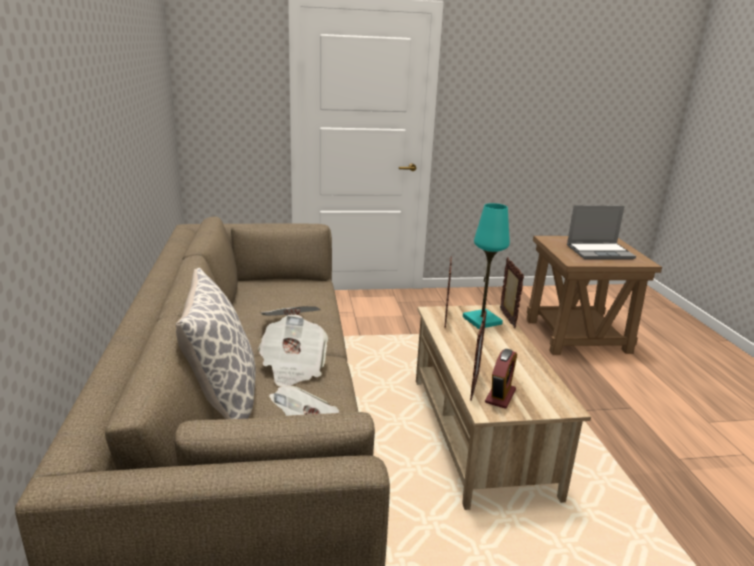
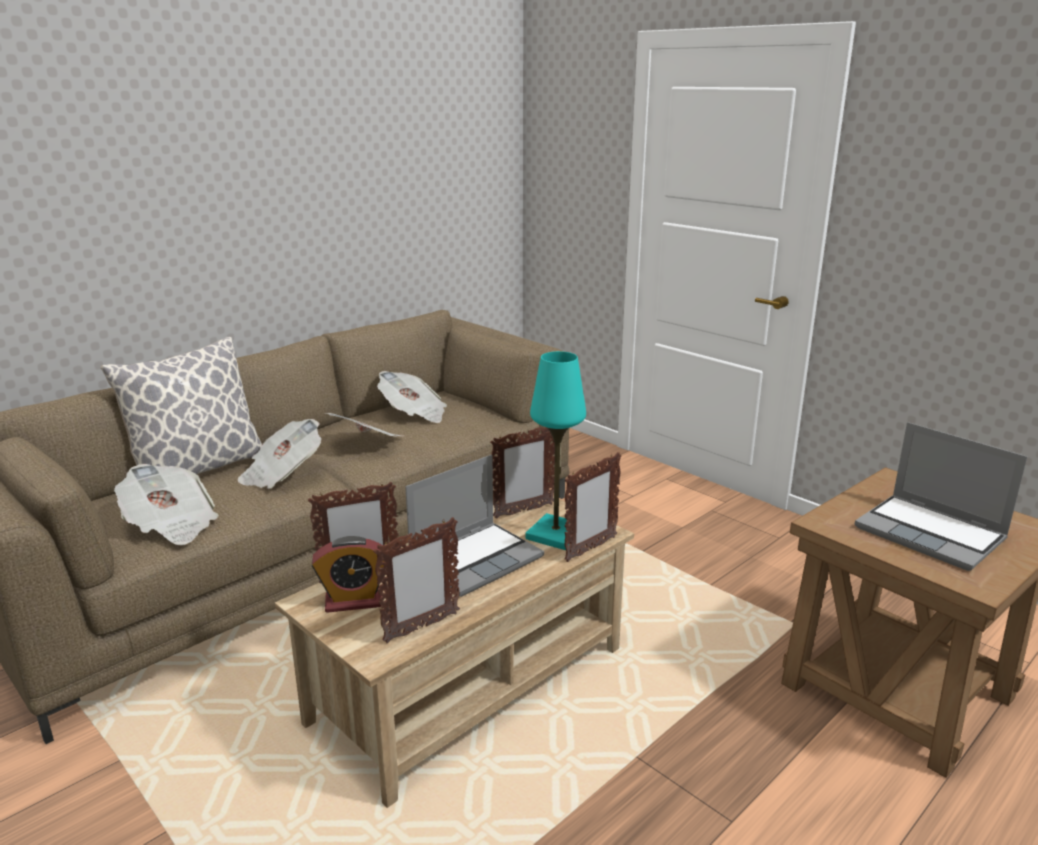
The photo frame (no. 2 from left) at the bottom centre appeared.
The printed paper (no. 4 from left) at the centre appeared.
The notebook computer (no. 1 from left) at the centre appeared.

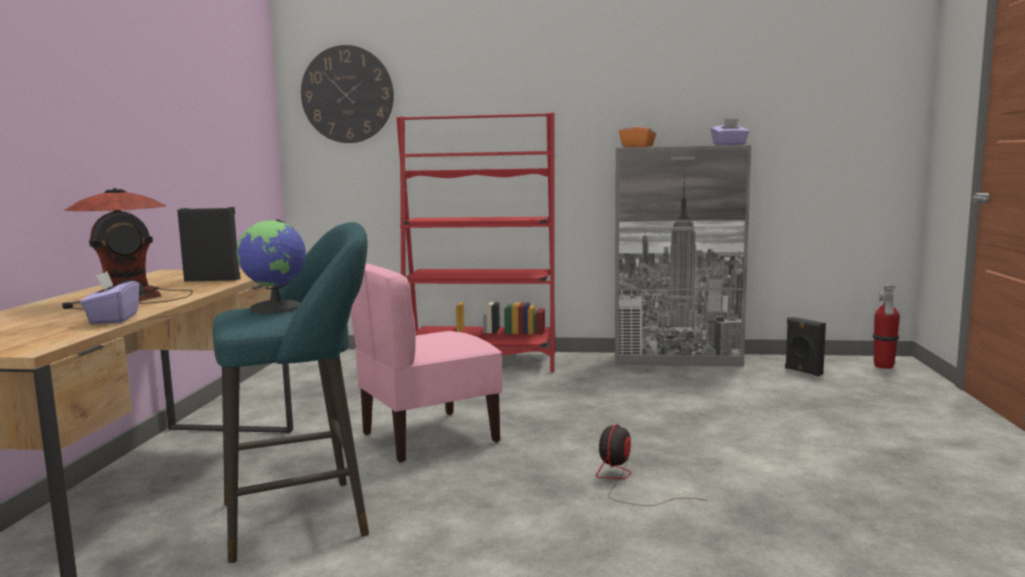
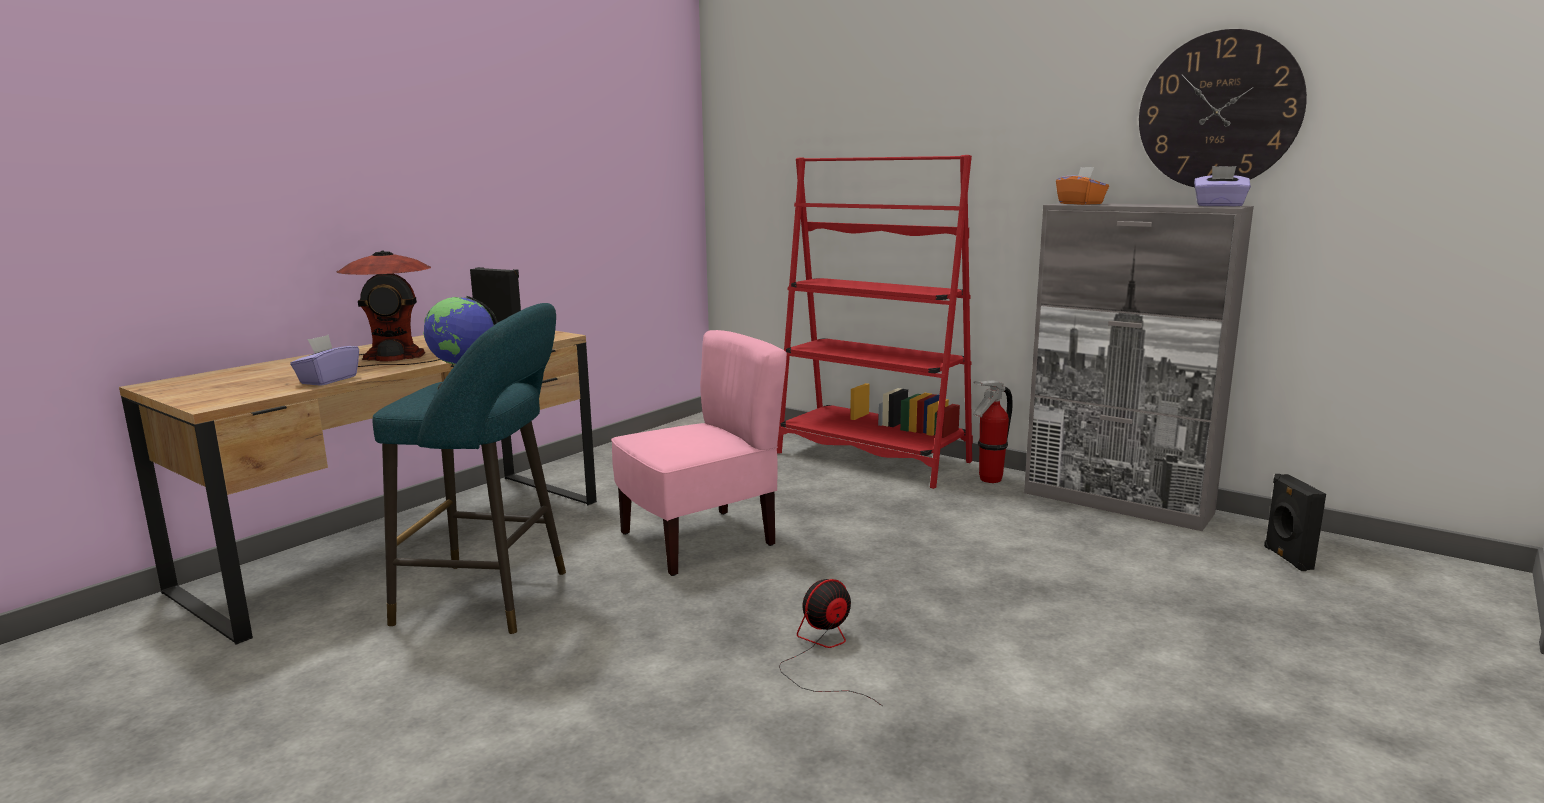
The hanging clock moved from the top centre to the top right.
The plain chair/pinkish at the centre turned 150 degrees clockwise.
The extinguisher moved from the middle right to the centre.

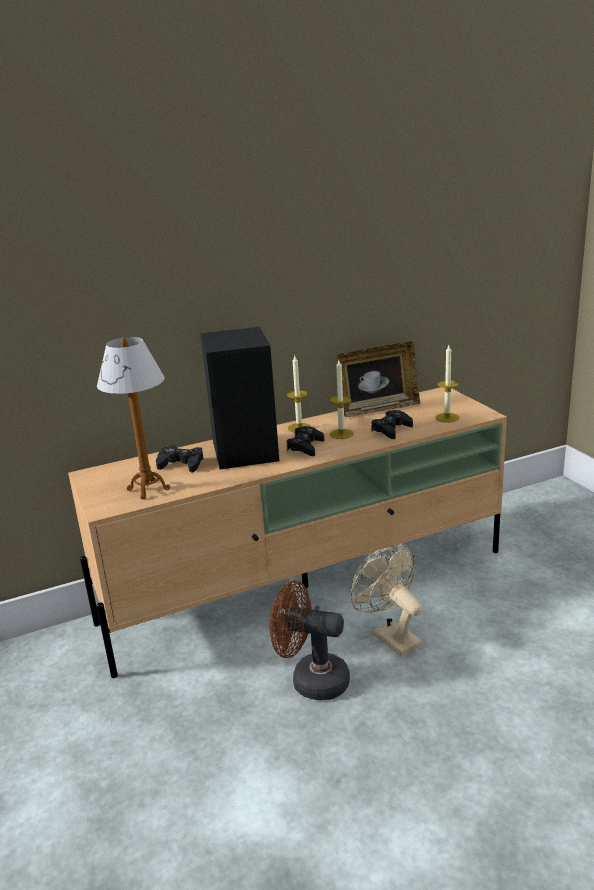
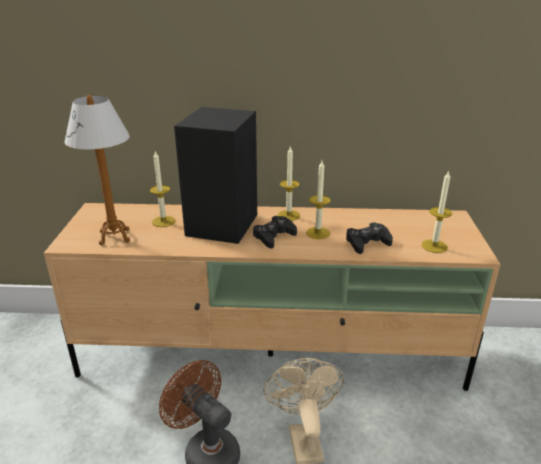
The game controller/black (no. 1 from left) at the middle left was replaced by the candle (no. 1 from left) at the middle left.
The photo frame at the centre disappeared.

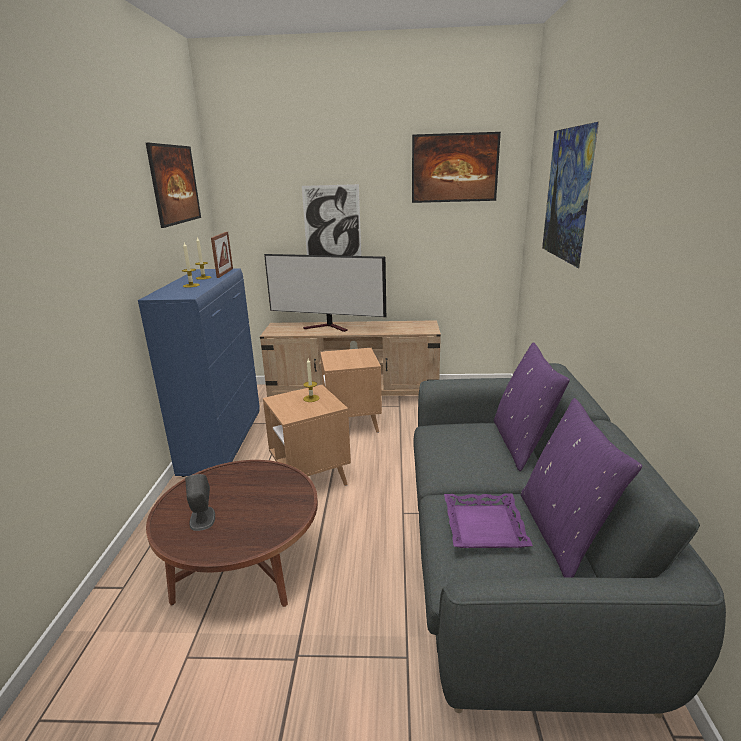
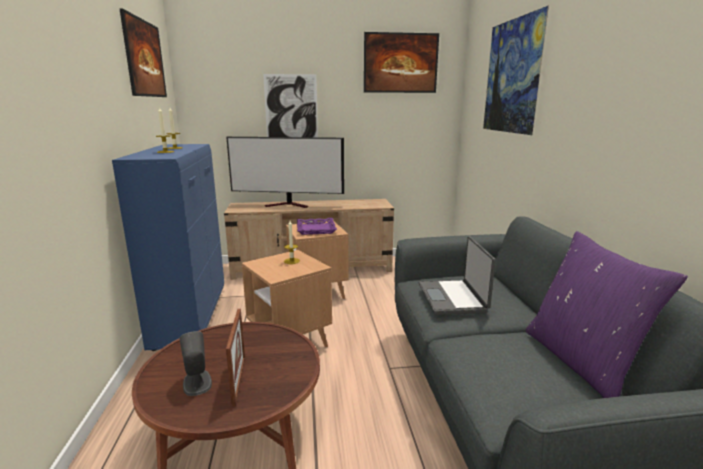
The photo frame moved from the middle left to the bottom centre.
The serving tray/purple moved from the bottom centre to the centre.
The cushion/purple (no. 1 from left) at the middle right disappeared.
The notebook computer at the centre appeared.

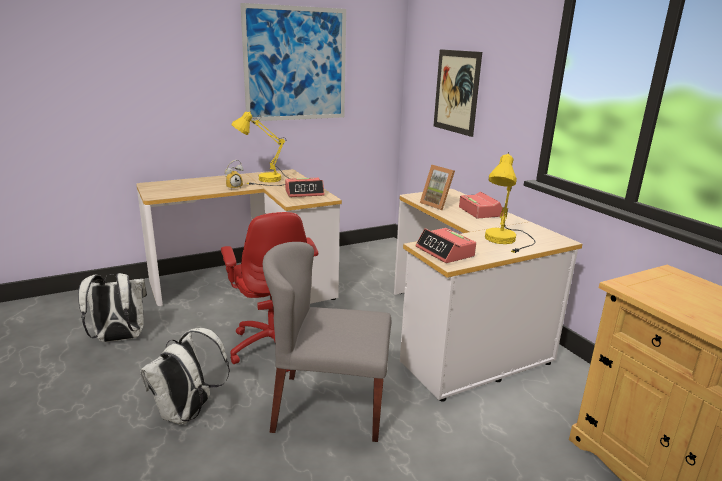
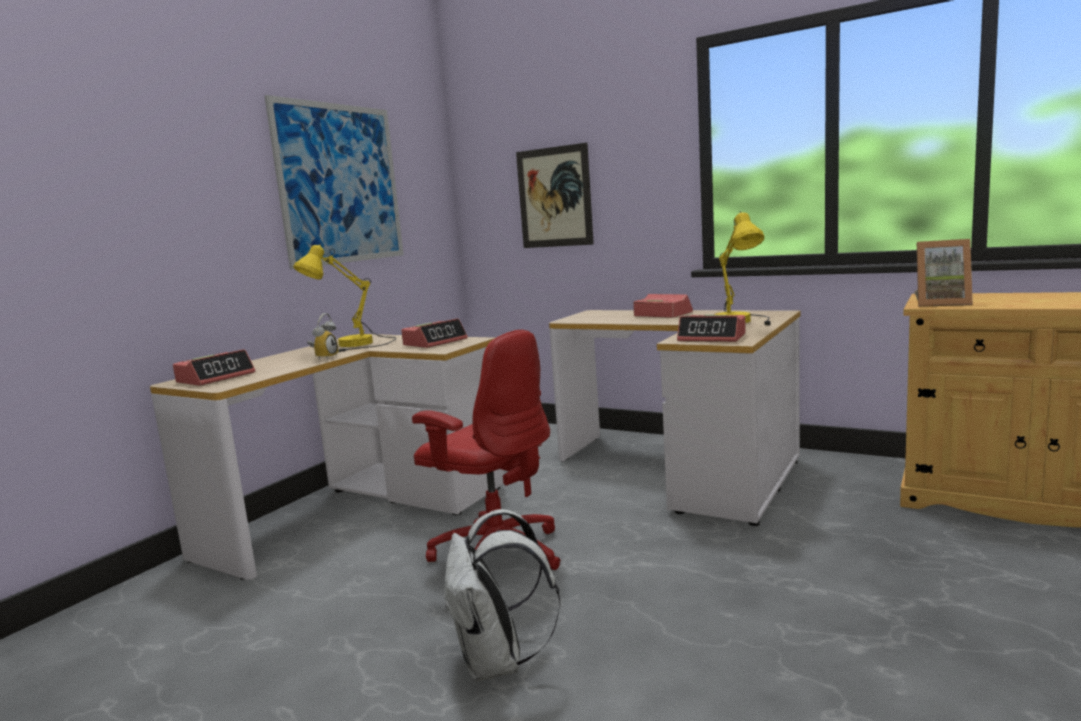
The rucksack/whitish (no. 1 from left) at the middle left disappeared.
The plain chair/greyish at the bottom centre disappeared.
The photo frame moved from the centre to the middle right.
The table clock (no. 1 from left) at the middle left appeared.

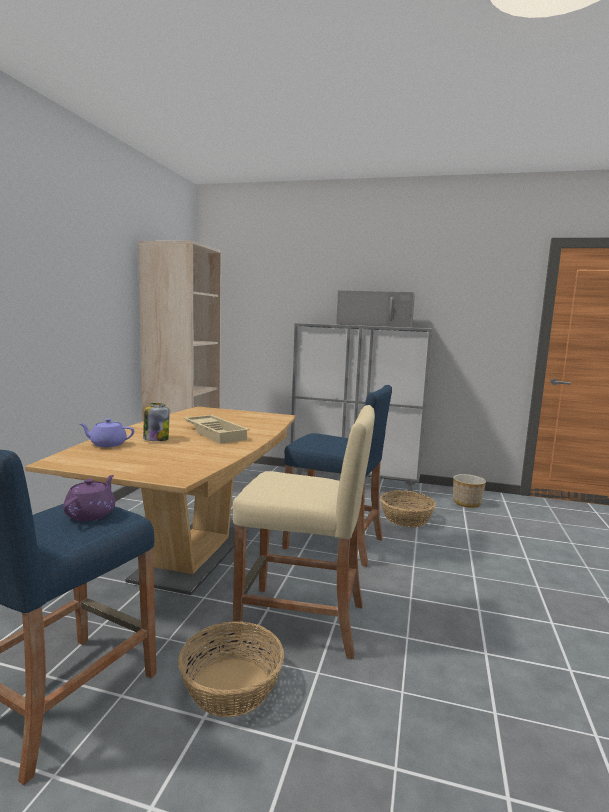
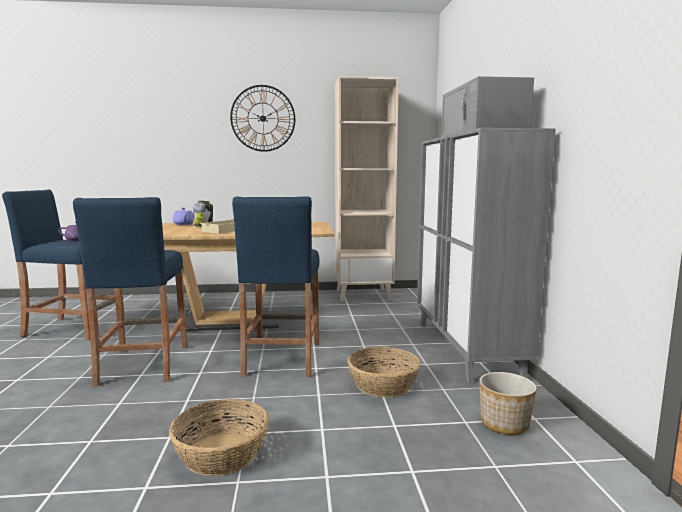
The household basket (no. 1 from left) moved from the bottom centre to the bottom left.
The sitting stool/beige at the centre became the sitting stool/blue-coloured (no. 2 from left) at the middle left.
The hanging clock at the top centre appeared.

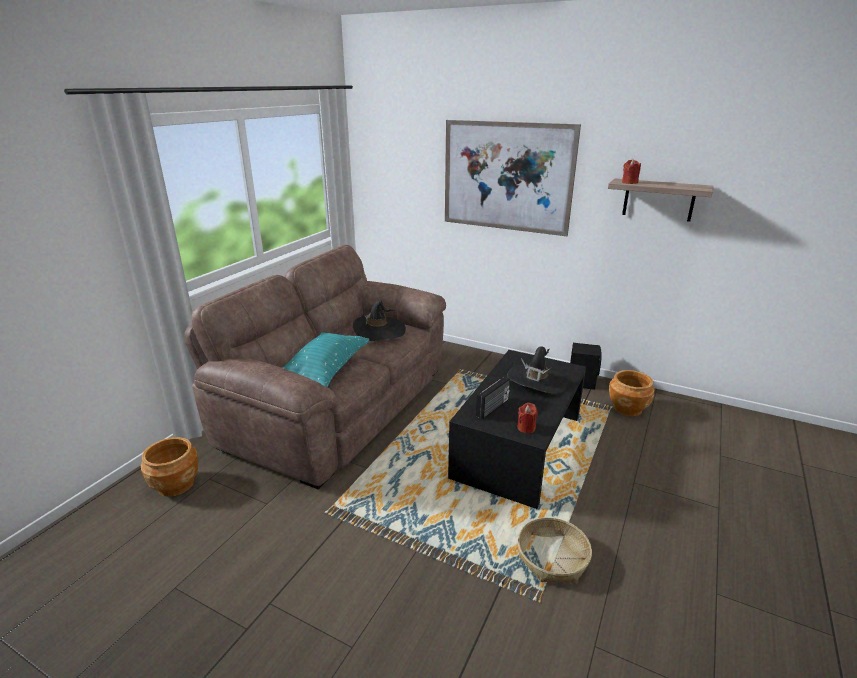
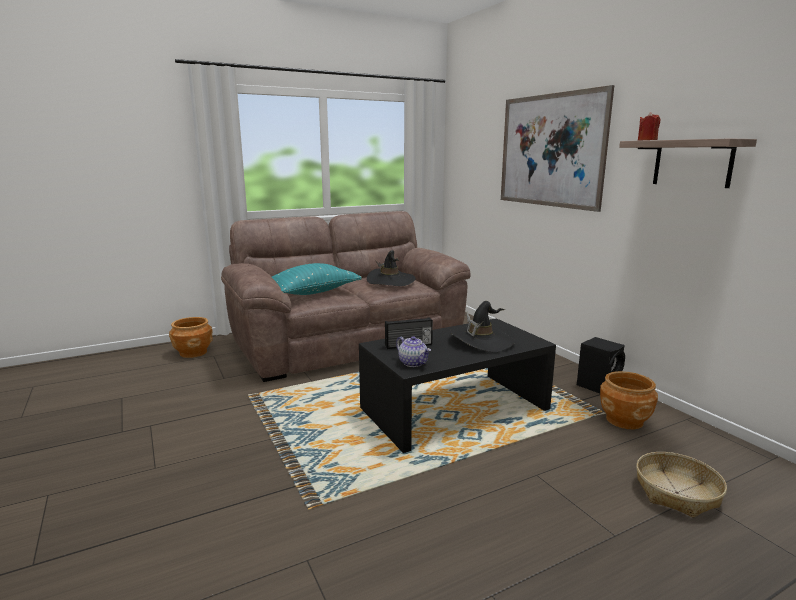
The candle/red-coloured (no. 1 from left) at the centre was replaced by the teapot at the centre.
The household basket moved from the bottom centre to the bottom right.

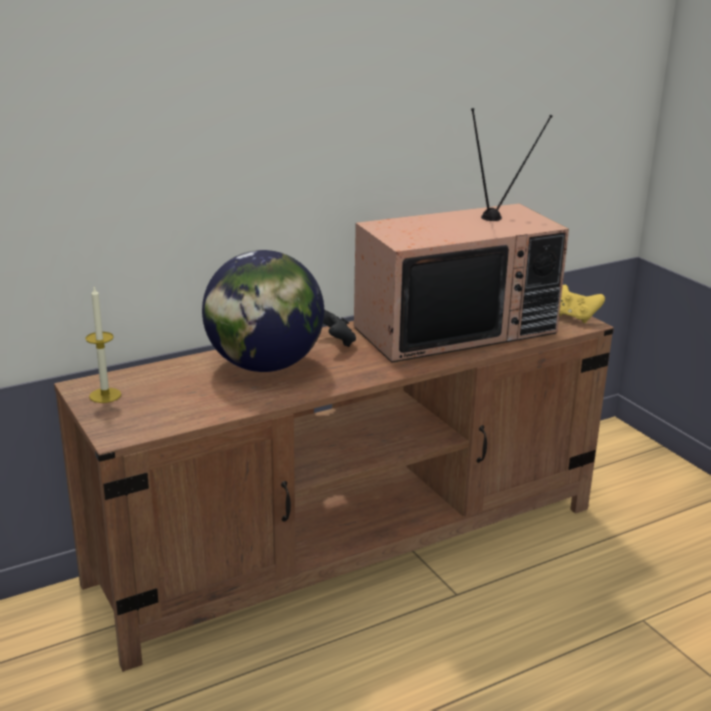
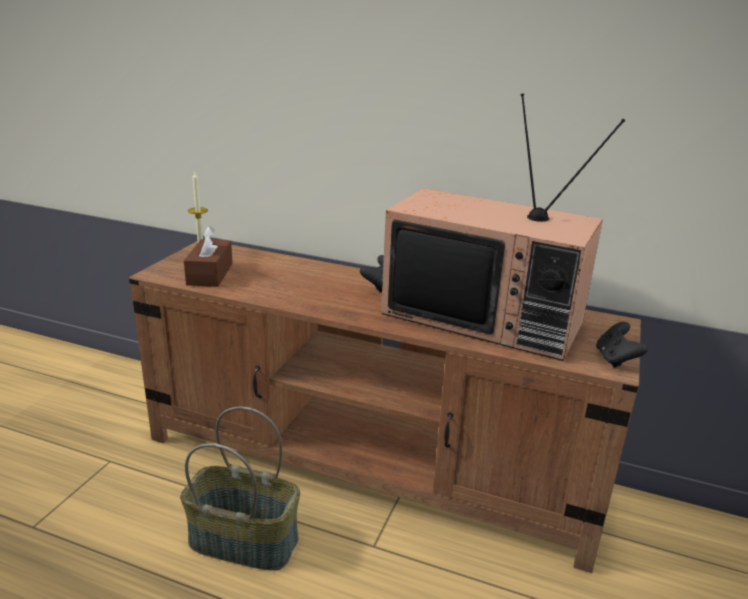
The desk globe at the centre disappeared.
The game controller/yellowish at the middle right became the game controller/black (no. 2 from left) at the middle right.
The household basket at the bottom left appeared.
The box of tissues/brown-coloured at the middle left appeared.

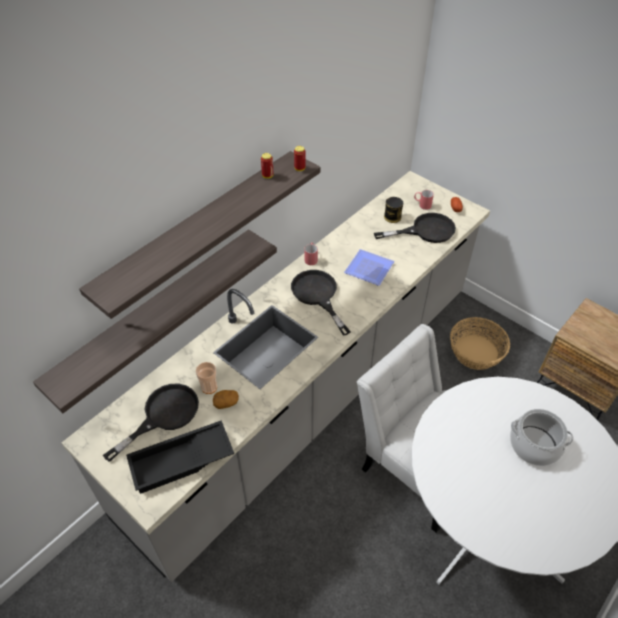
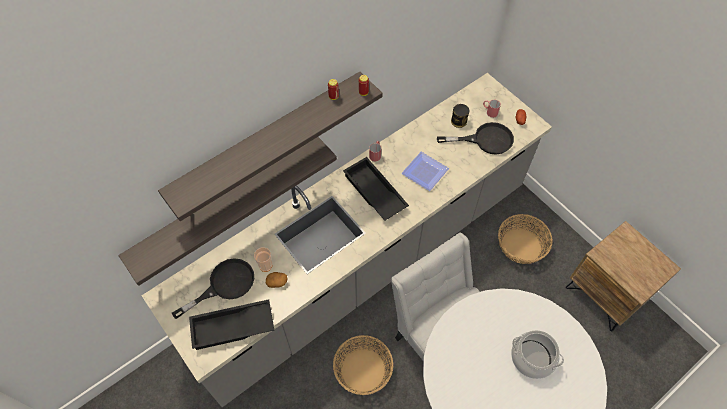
The skillet/black (no. 2 from left) at the centre was replaced by the serving tray/black (no. 2 from left) at the centre.
The household basket (no. 1 from left) at the bottom centre appeared.

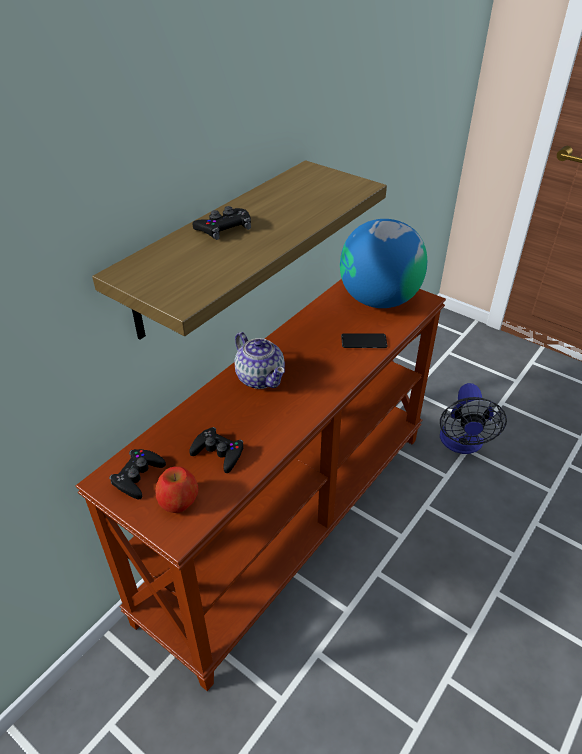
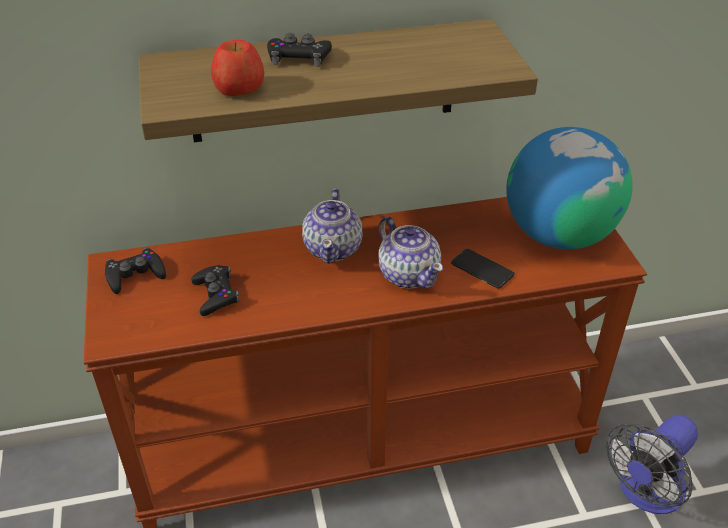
The apple fruit moved from the middle left to the top left.
The teapot (no. 2 from left) at the centre appeared.

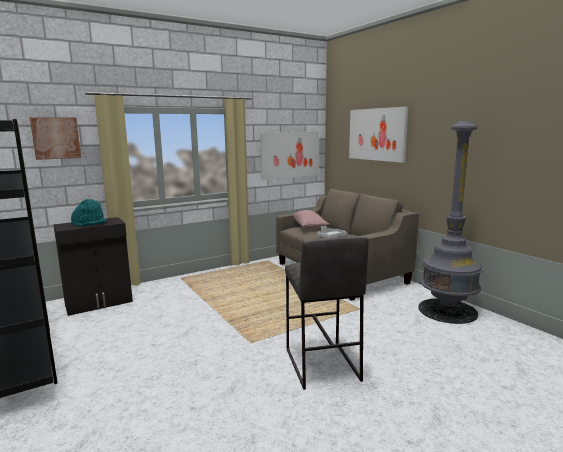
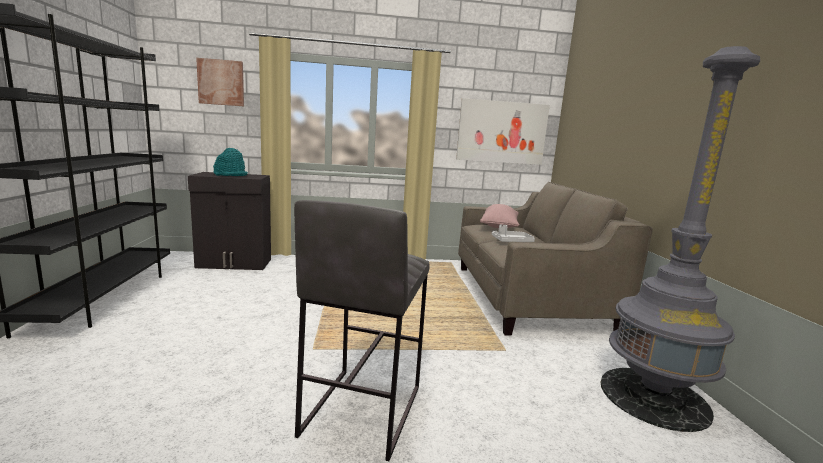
The wall art (no. 3 from left) at the top right disappeared.

